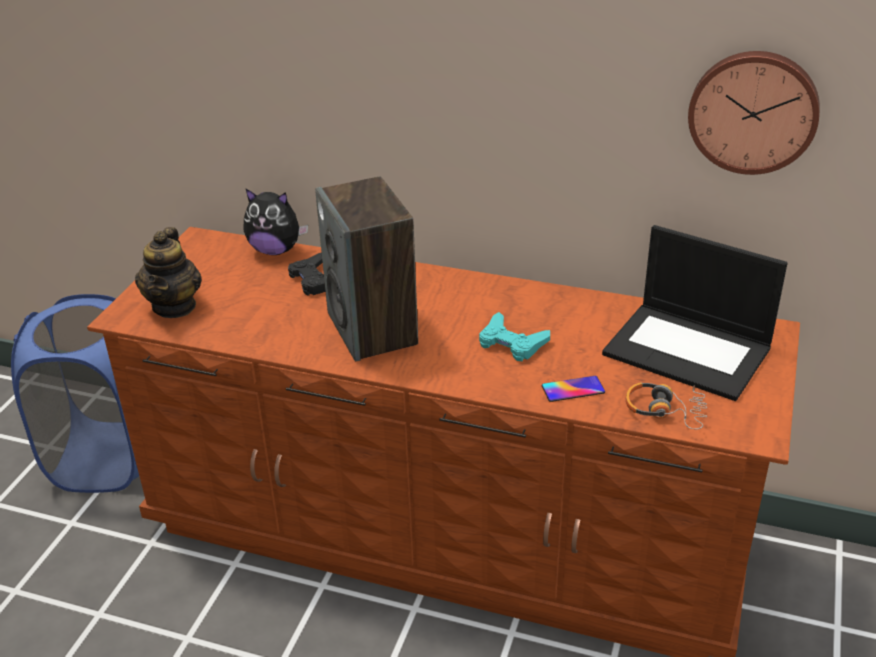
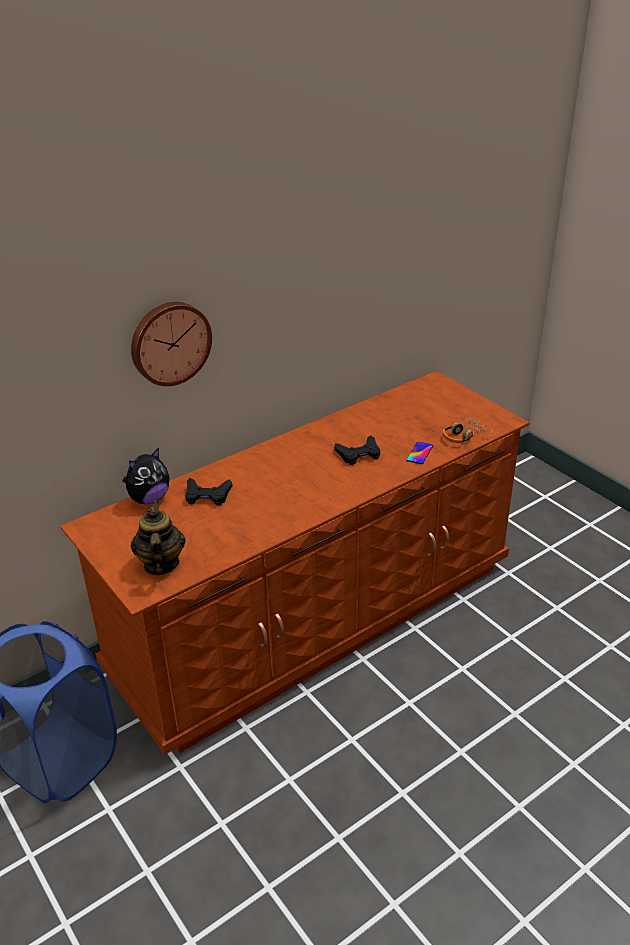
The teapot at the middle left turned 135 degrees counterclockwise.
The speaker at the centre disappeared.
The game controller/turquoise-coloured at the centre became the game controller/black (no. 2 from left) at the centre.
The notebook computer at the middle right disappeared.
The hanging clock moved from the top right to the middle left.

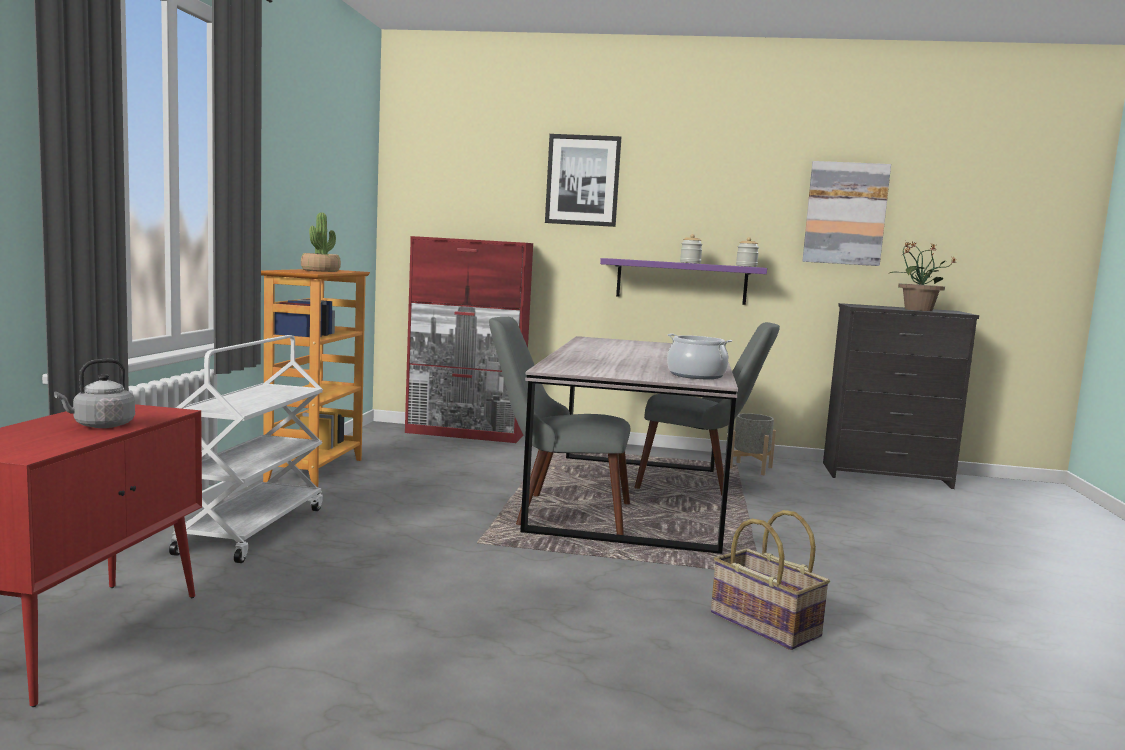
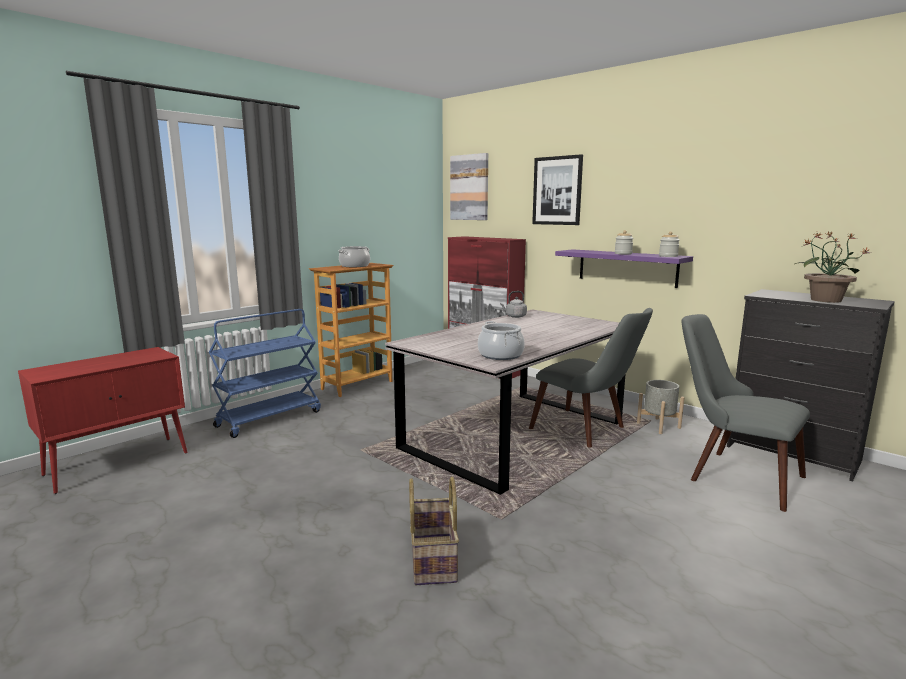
The water kettle/greyish moved from the middle left to the centre.
The trolley/whitish at the middle left became the trolley/blue-coloured at the middle left.
The potted plant (no. 1 from left) at the top left was replaced by the saucepot (no. 1 from left) at the centre.
The plain chair/greyish (no. 1 from left in the first image) moved from the centre to the middle right.
The wall art (no. 2 from left in the first image) moved from the top right to the top centre.

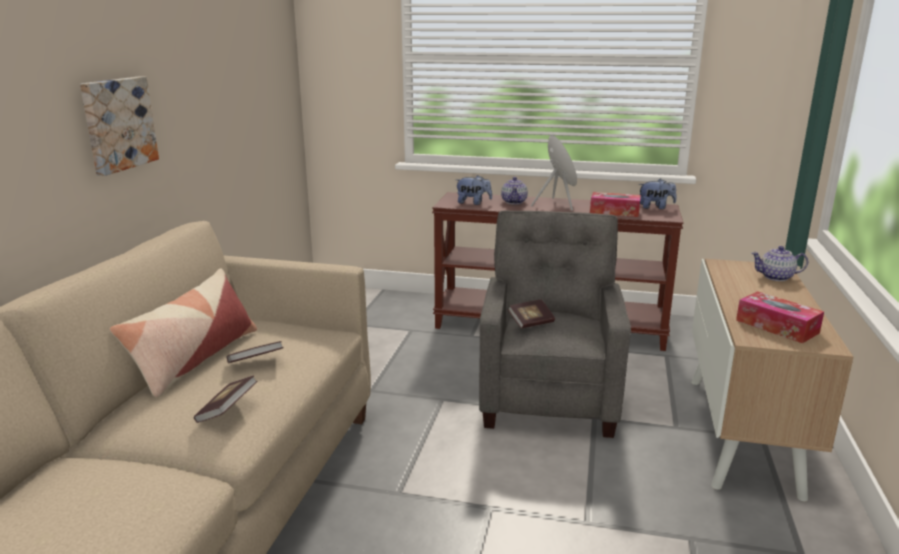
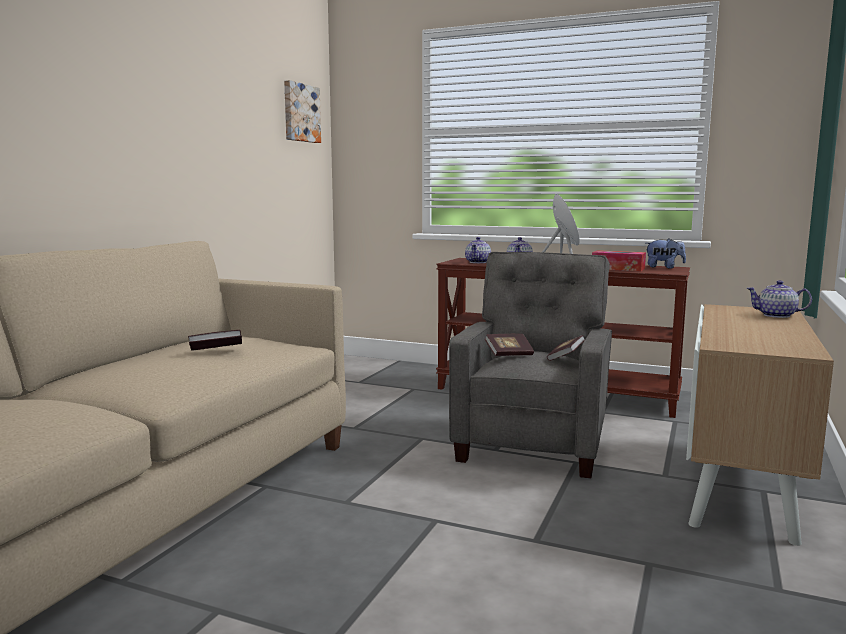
The wall art moved from the top left to the top centre.
The cushion at the middle left disappeared.
The book (no. 1 from left in the first image) moved from the bottom left to the middle right.
The plush toy (no. 1 from left) at the centre was replaced by the teapot (no. 1 from left) at the centre.
The box of tissues (no. 2 from left) at the middle right disappeared.

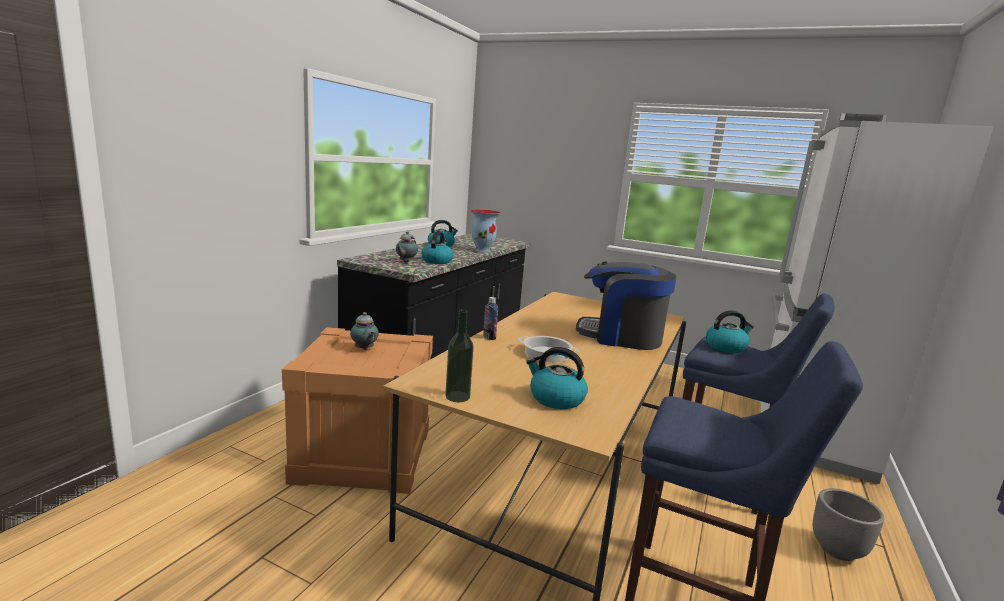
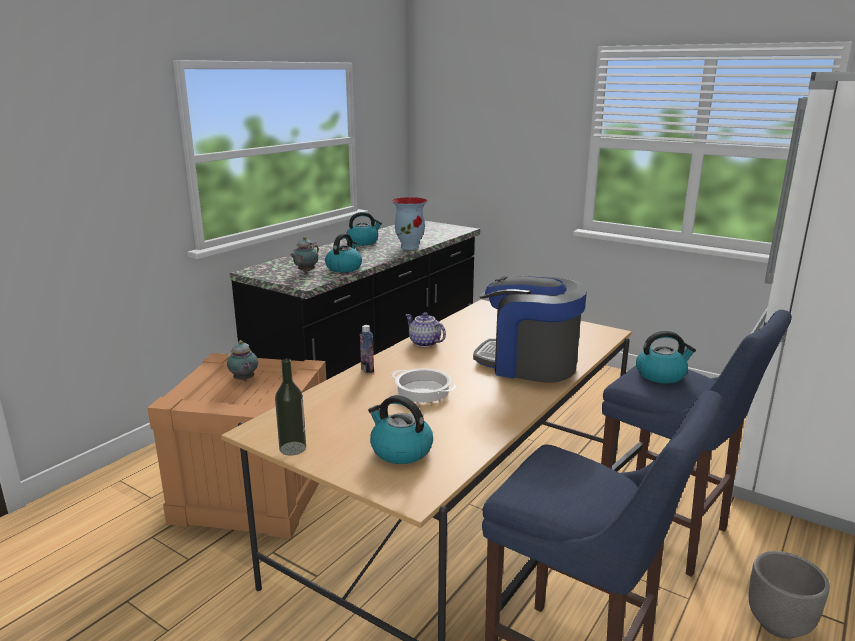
The teapot (no. 3 from left) at the centre appeared.

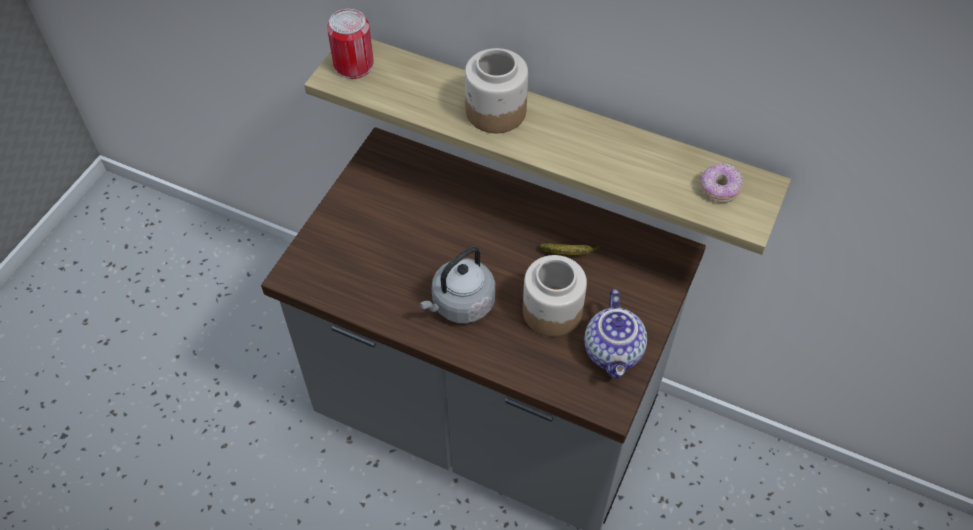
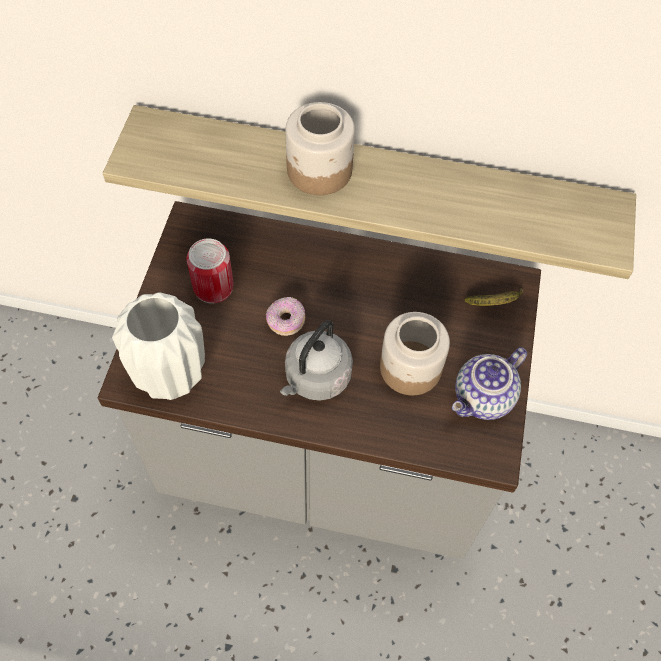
The metal can moved from the top centre to the middle left.
The banana fruit moved from the centre to the middle right.
The teapot at the centre turned 60 degrees clockwise.
The doughnut moved from the middle right to the centre.
The vase/whitish at the middle left appeared.

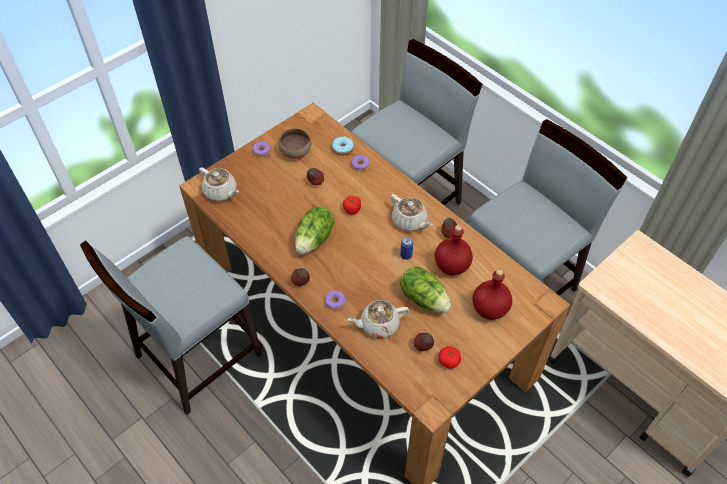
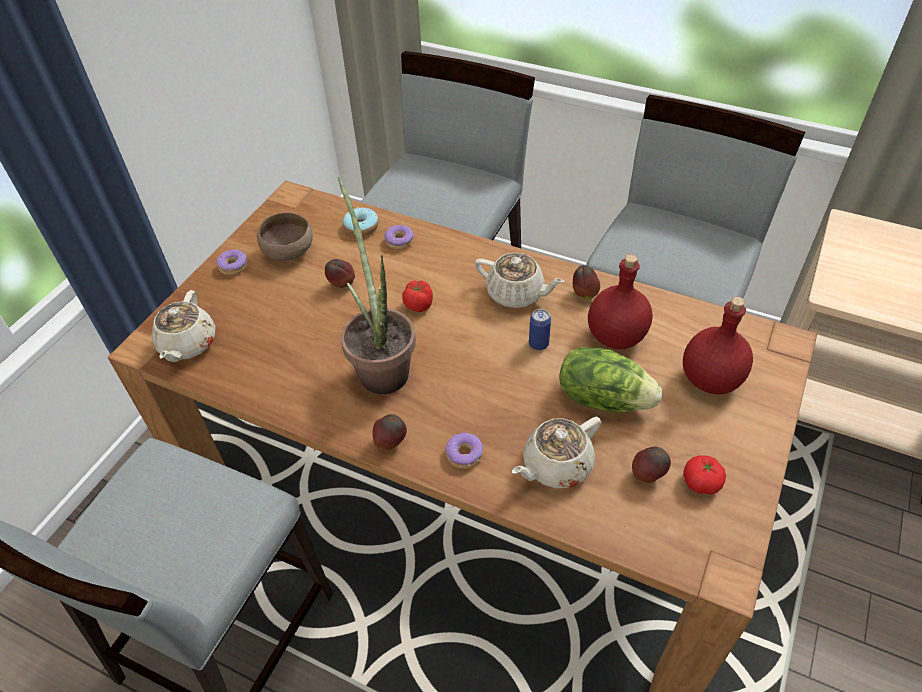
The teapot/beige (no. 1 from left) at the middle left turned 75 degrees clockwise.
The head of lettuce (no. 1 from left) at the centre was replaced by the potted plant at the centre.

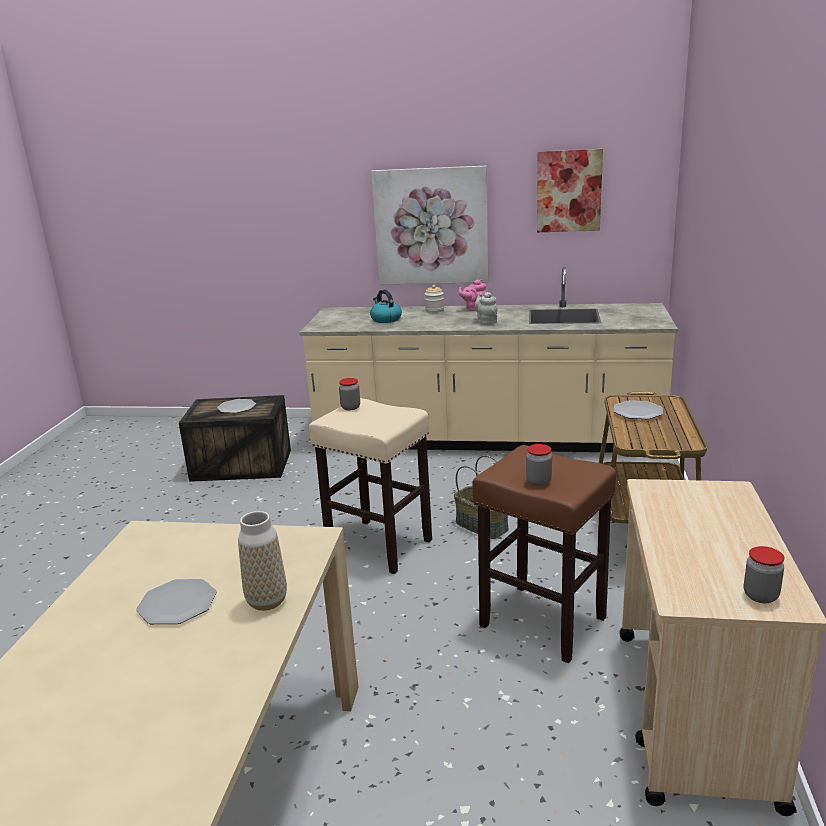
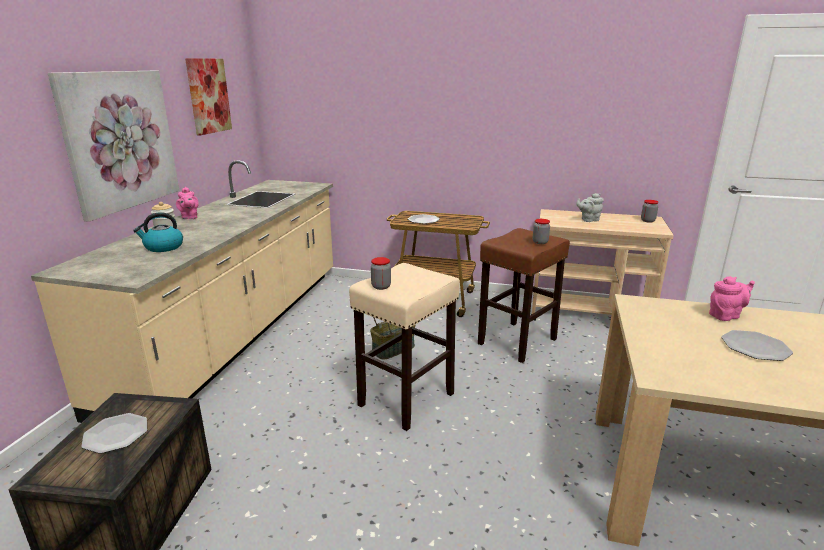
The vase at the bottom left was replaced by the teapot/pinkish (no. 2 from left) at the middle right.
The teapot/greyish moved from the centre to the middle right.

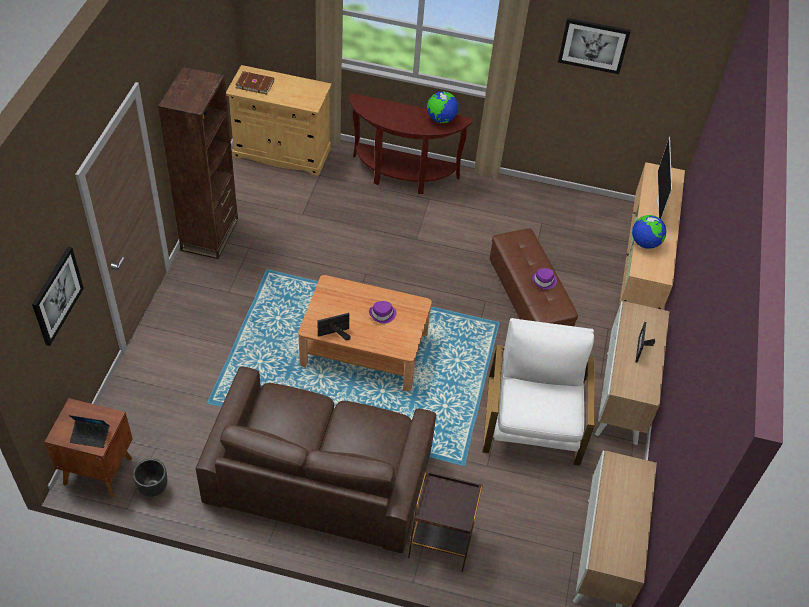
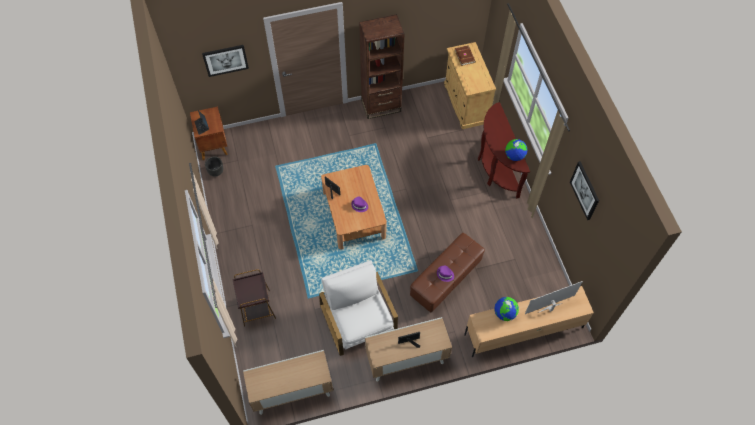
The couch/brown-coloured at the bottom centre disappeared.
The lounge chair/whitish at the centre turned 90 degrees counterclockwise.

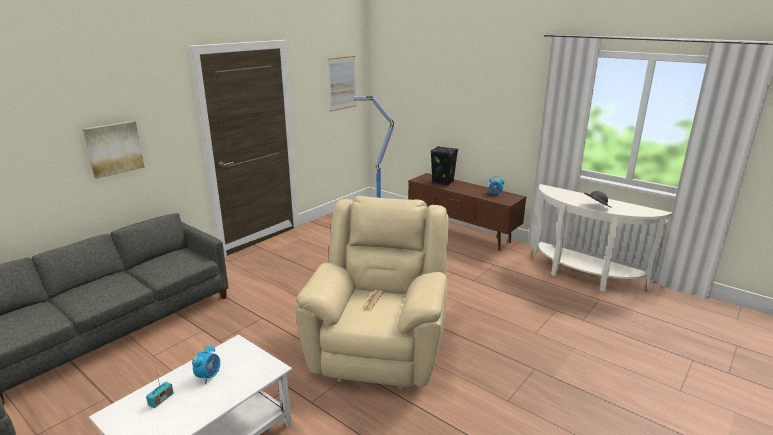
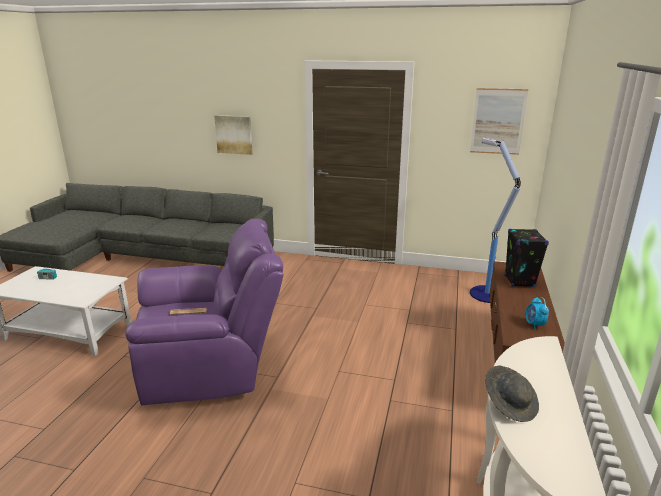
The table clock (no. 1 from left) at the bottom left disappeared.
The lounge chair/beige at the bottom centre became the lounge chair/purple at the middle left.

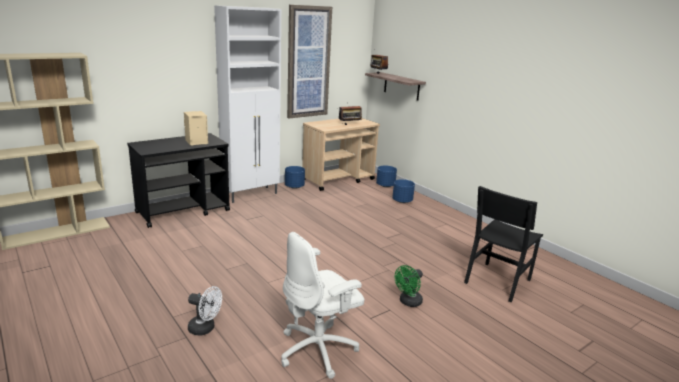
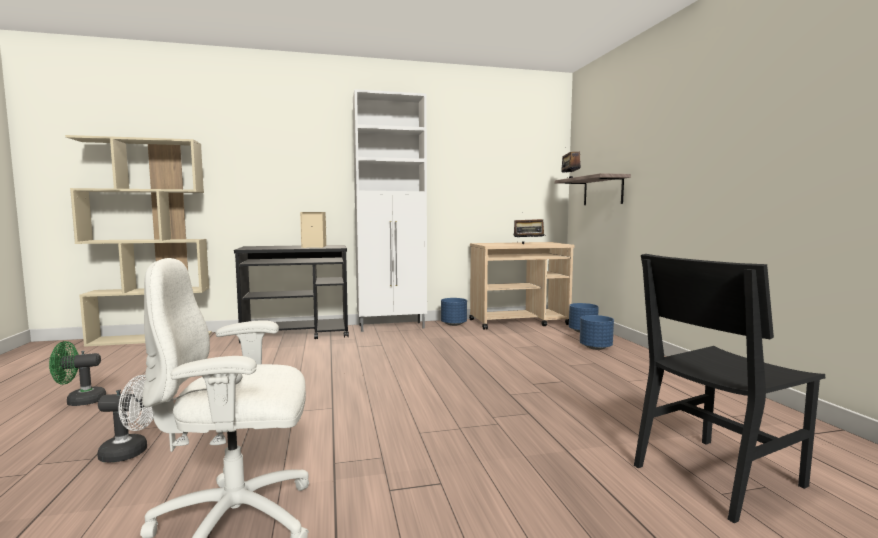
The cooling fan/whitish at the bottom left turned 45 degrees counterclockwise.
The wall art at the top centre disappeared.
The cooling fan/green moved from the bottom centre to the bottom left.

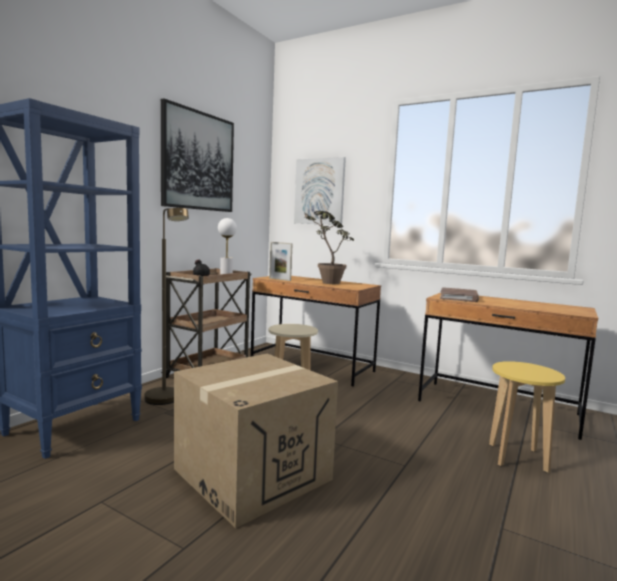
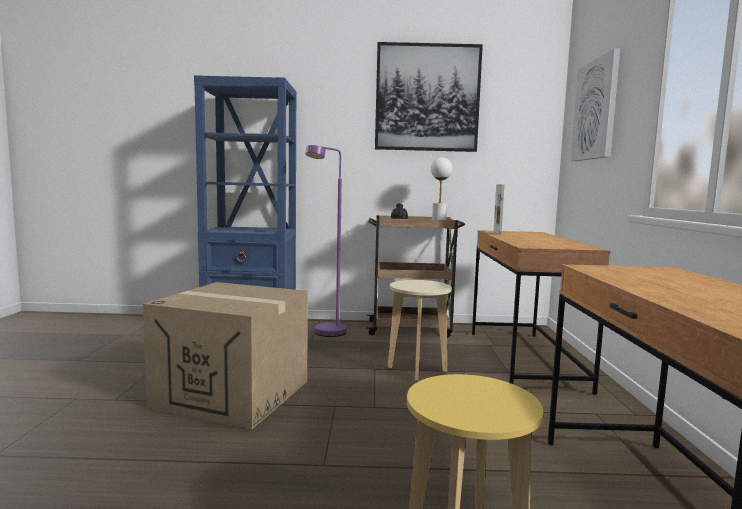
The floor lamp/brown-coloured at the middle left became the floor lamp/purple at the centre.
The potted plant at the centre disappeared.
The book/brown-coloured at the middle right disappeared.

